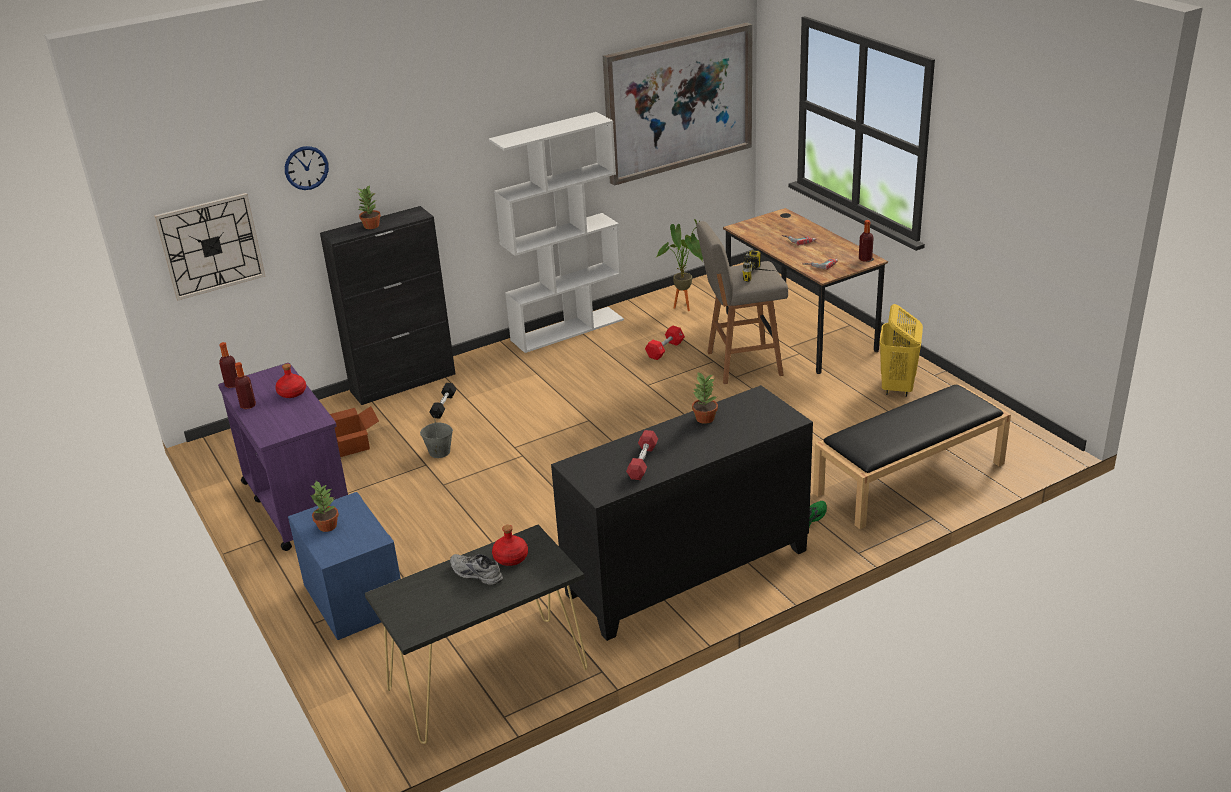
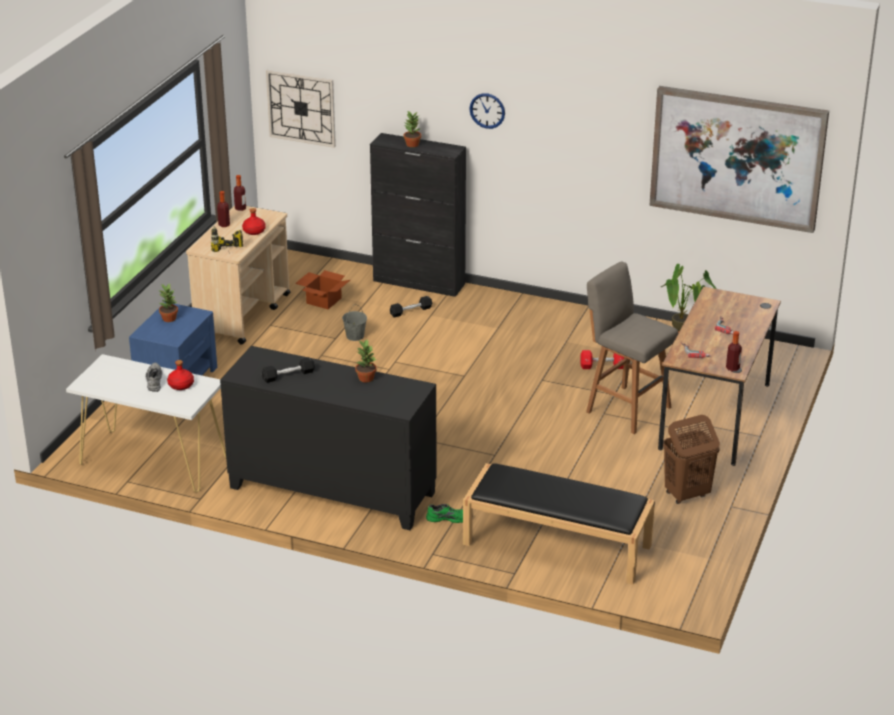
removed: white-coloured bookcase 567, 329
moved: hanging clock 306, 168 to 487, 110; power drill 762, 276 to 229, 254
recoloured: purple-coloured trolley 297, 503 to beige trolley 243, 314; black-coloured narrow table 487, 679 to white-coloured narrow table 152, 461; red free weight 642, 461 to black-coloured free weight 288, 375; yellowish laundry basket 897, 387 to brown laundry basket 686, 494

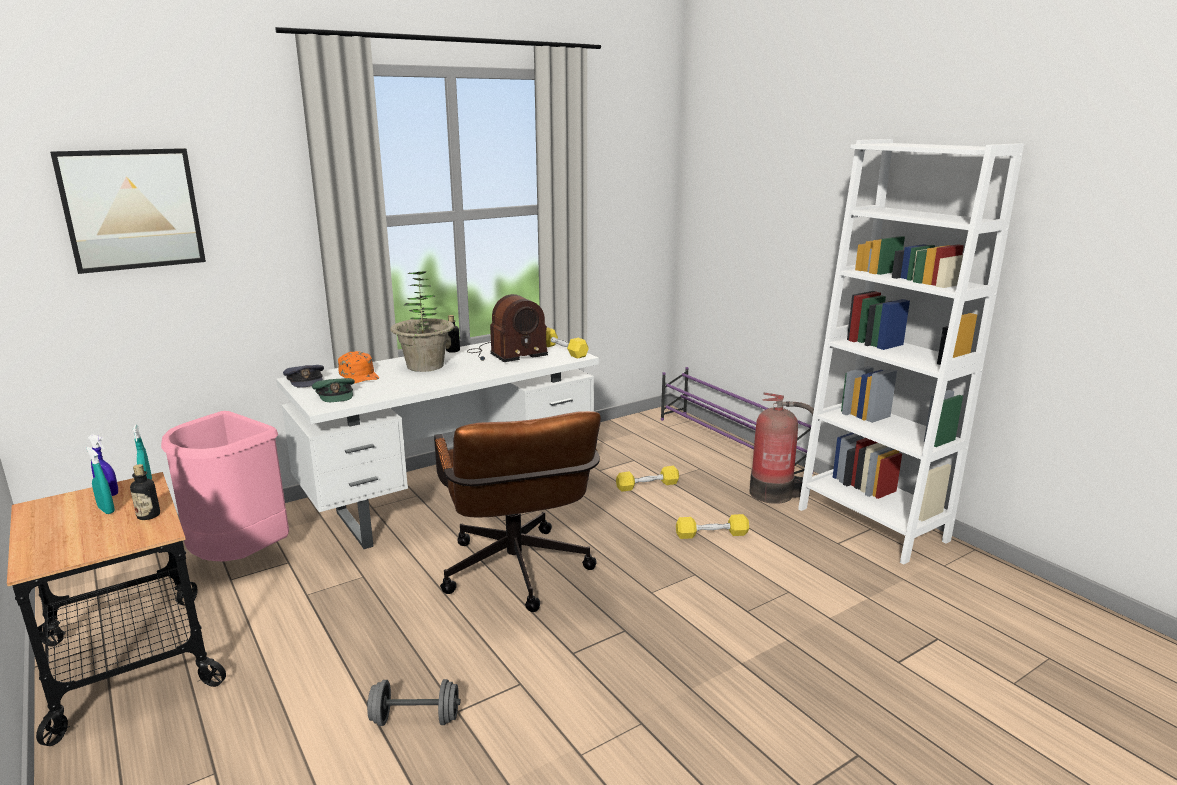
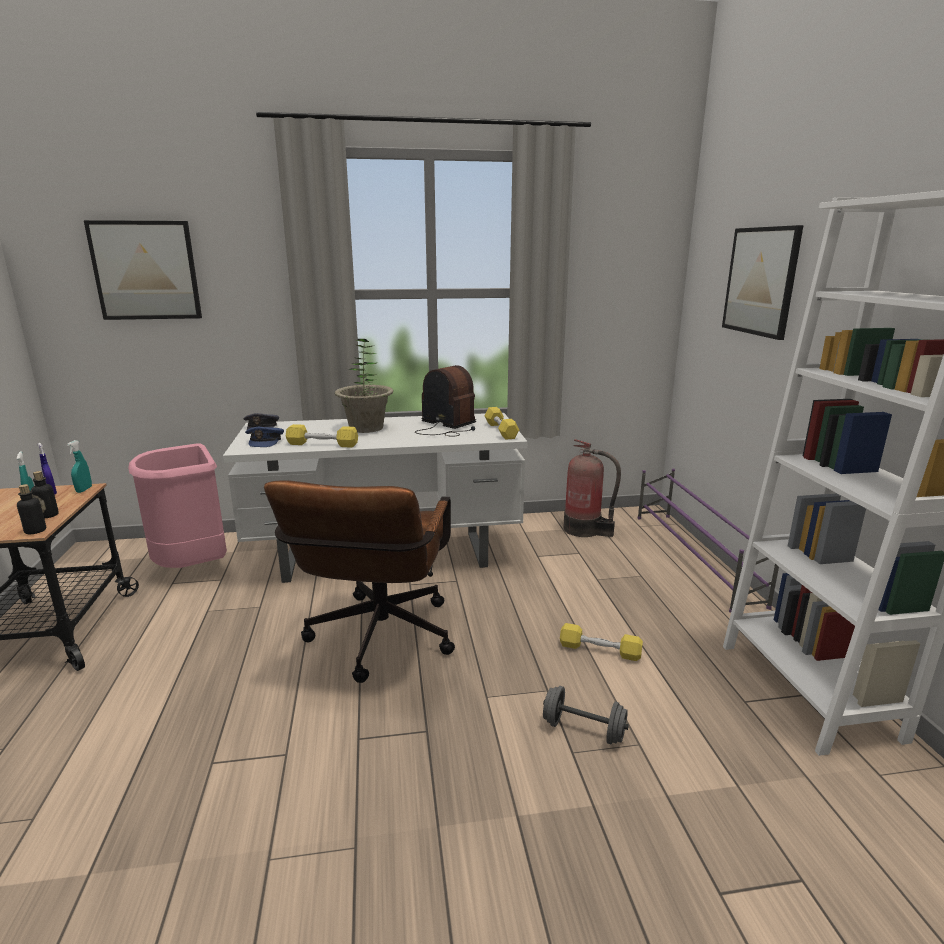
removed: orangey cap 359, 375
added: picture 760, 281
moved: grey free weight 415, 719 to 583, 730; drink bottle 453, 350 to 35, 531; yellowish free weight 647, 485 to 322, 444; fire-fighting cylinder 775, 493 to 585, 530
recoloured: green-coloured cap 335, 394 to blue cap 265, 441
turned: radio receiver 506, 354 = 446, 427 135 degrees counterclockwise

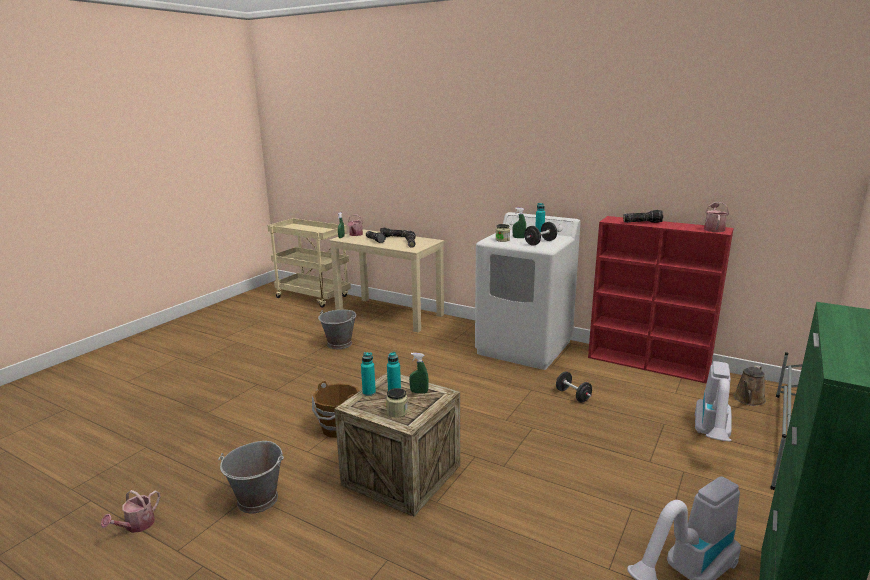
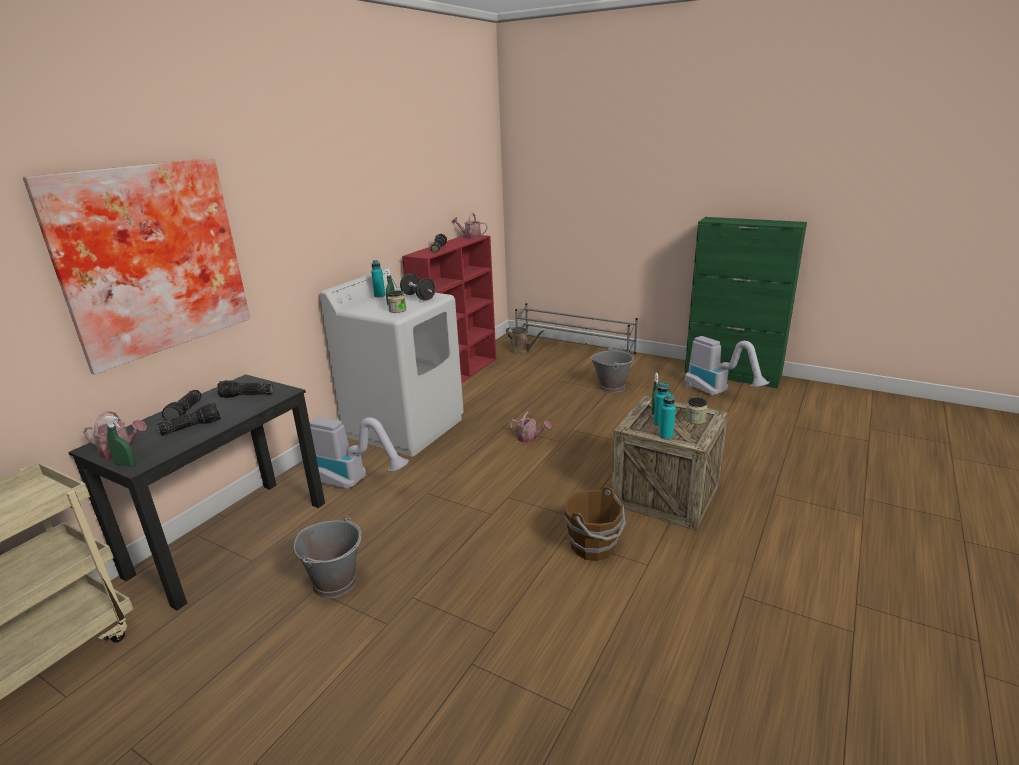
removed: black-coloured free weight 573, 395
added: picture 150, 259
moved: watering pot 136, 526 to 530, 438; grey pail 258, 500 to 611, 387; hoover 712, 436 to 356, 482
recoloured: beige desk table 389, 314 to black-coloured desk table 231, 537

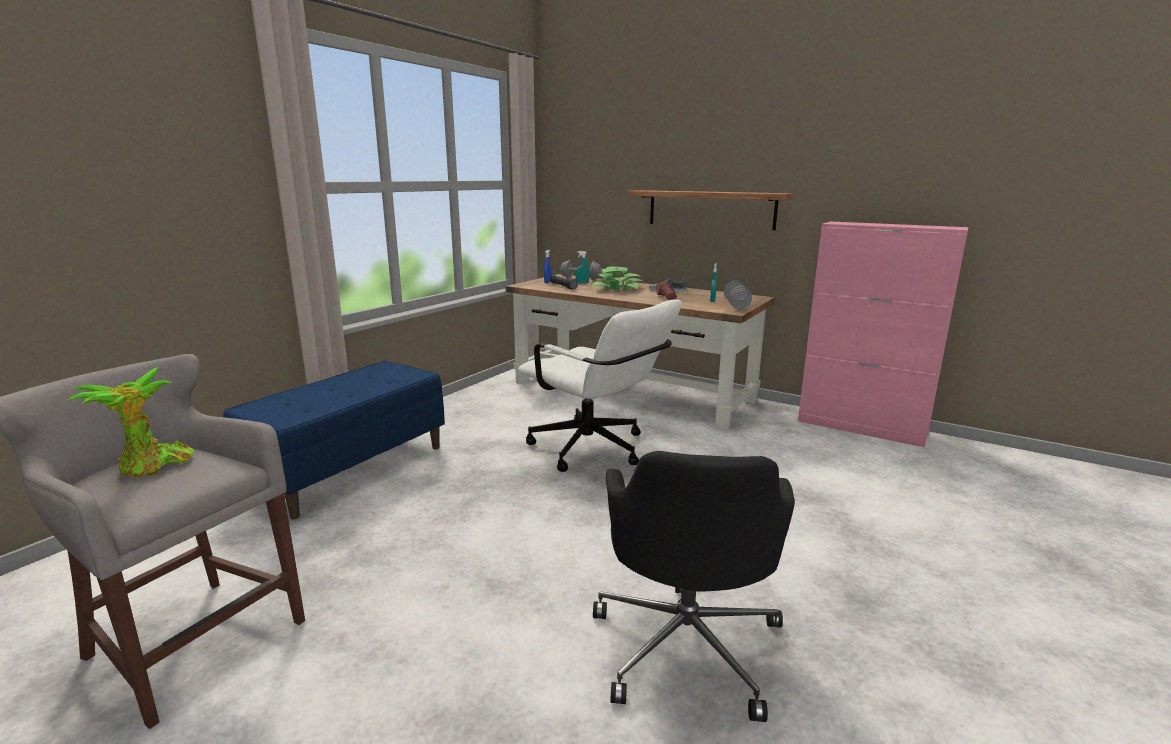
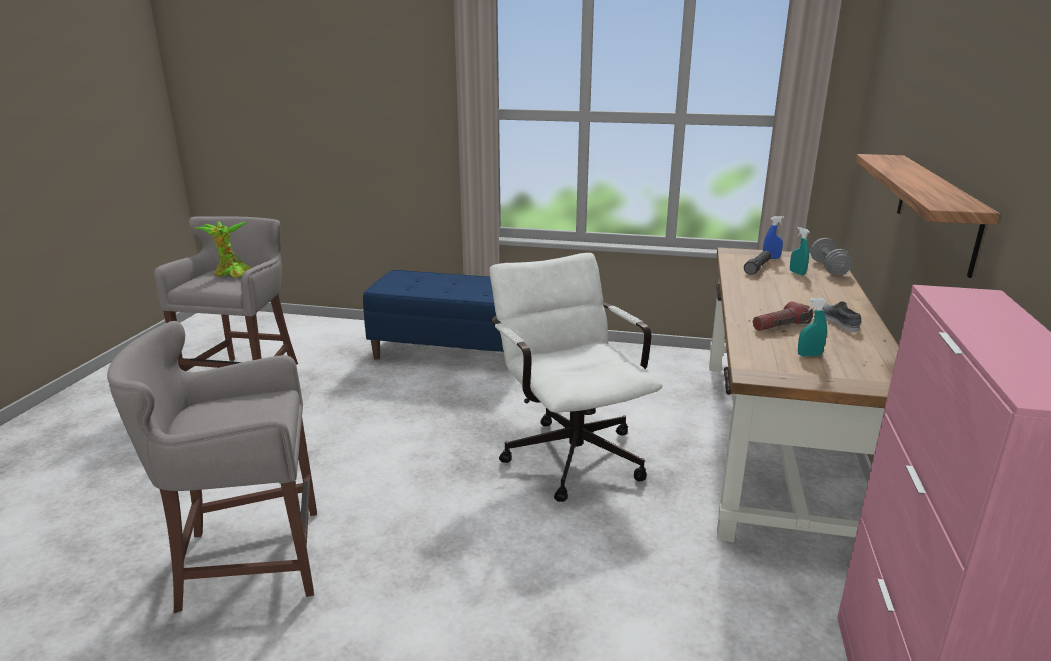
removed: houseplant 617, 289; grey free weight 736, 305
replaced: black-coloured computer chair 687, 643 to grey sitting stool 246, 560
turned: white-coloured computer chair 596, 451 = 569, 451 135 degrees clockwise

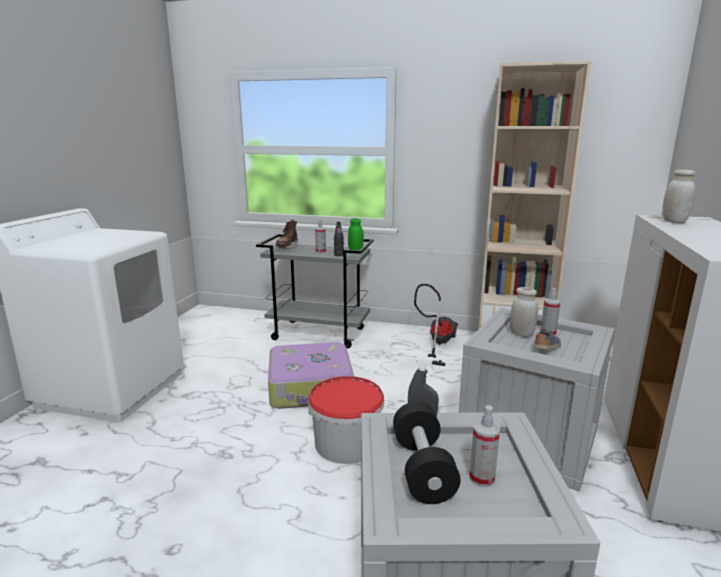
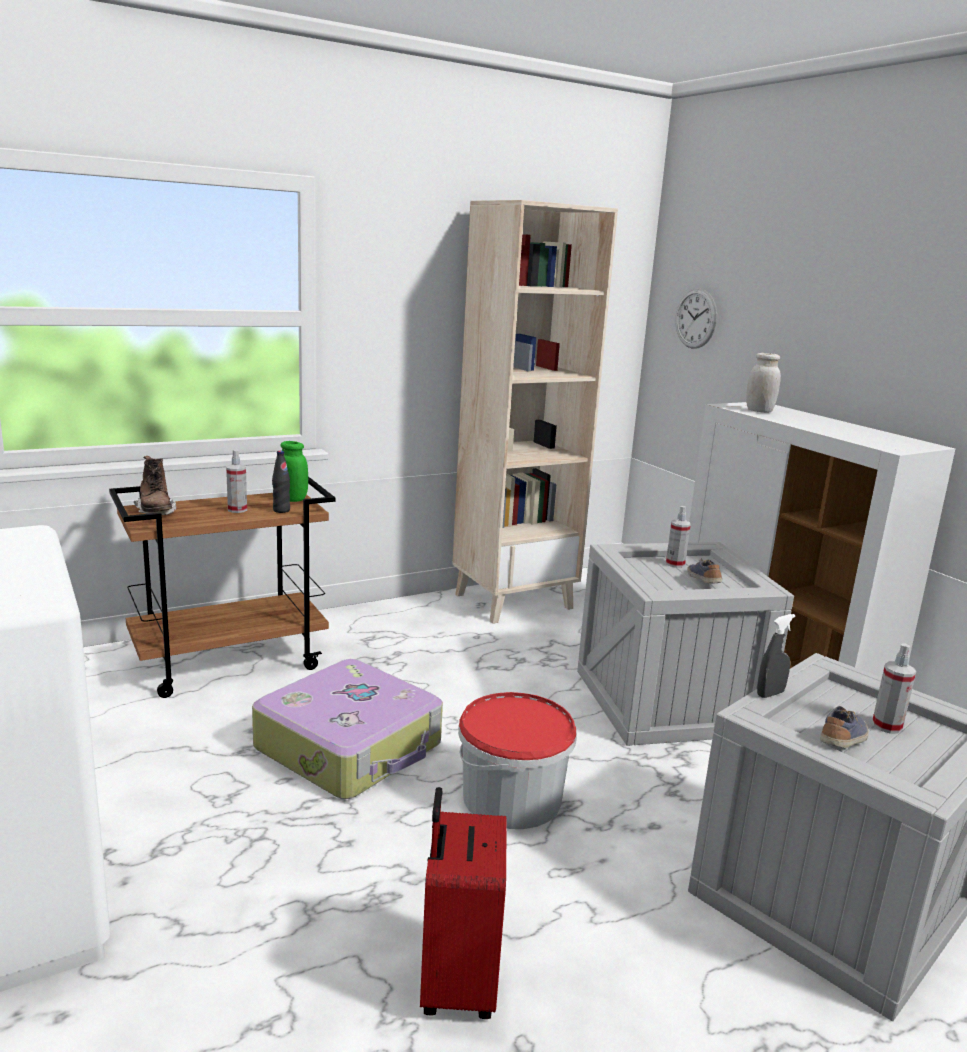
removed: hoover 436, 343; white-coloured jar 521, 334
added: red travel case 456, 982; hanging clock 696, 318
replaced: black-coloured free weight 422, 469 to item of footwear 843, 741
recoloured: grey trolley 319, 334 to brown trolley 231, 662

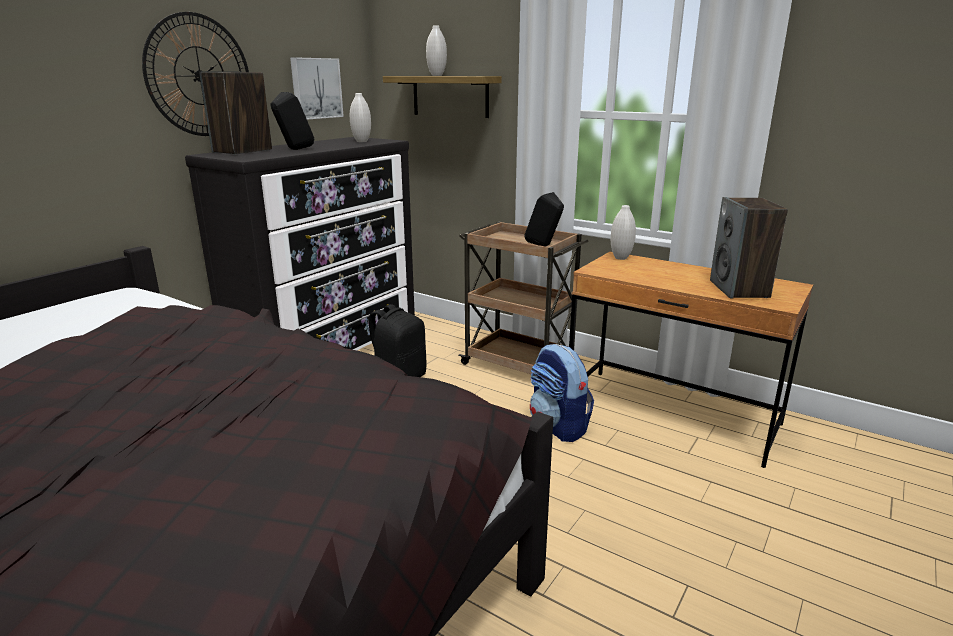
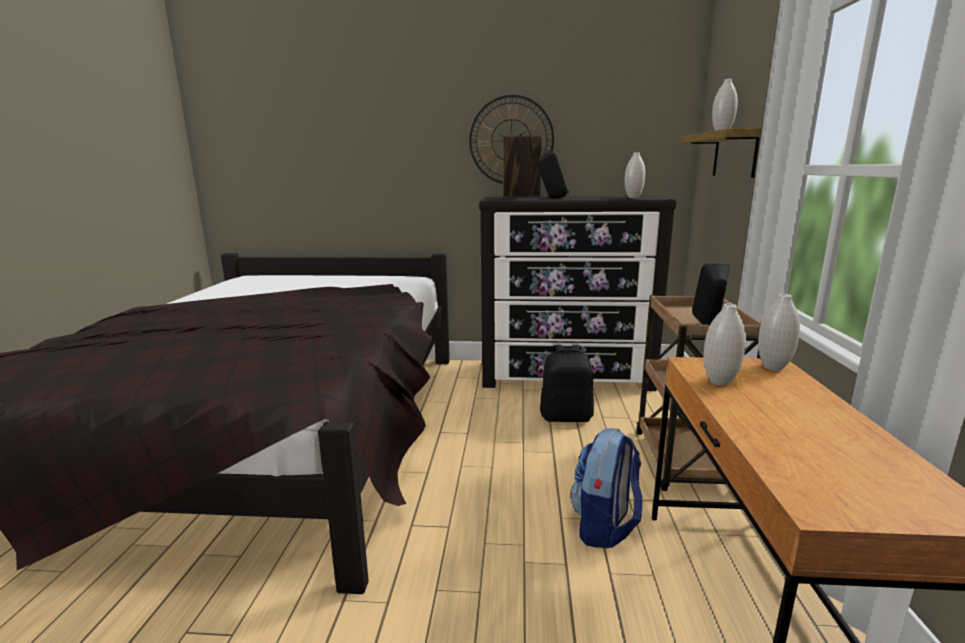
removed: picture 315, 88; speaker 739, 289
added: white-coloured vase 719, 382

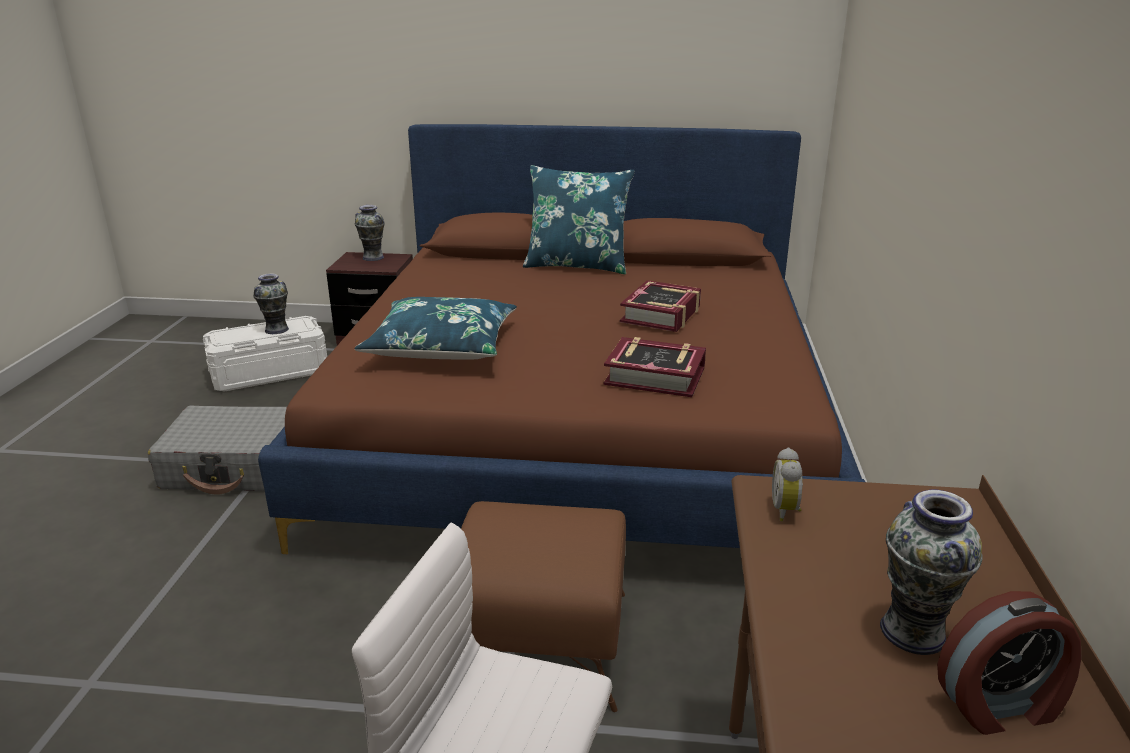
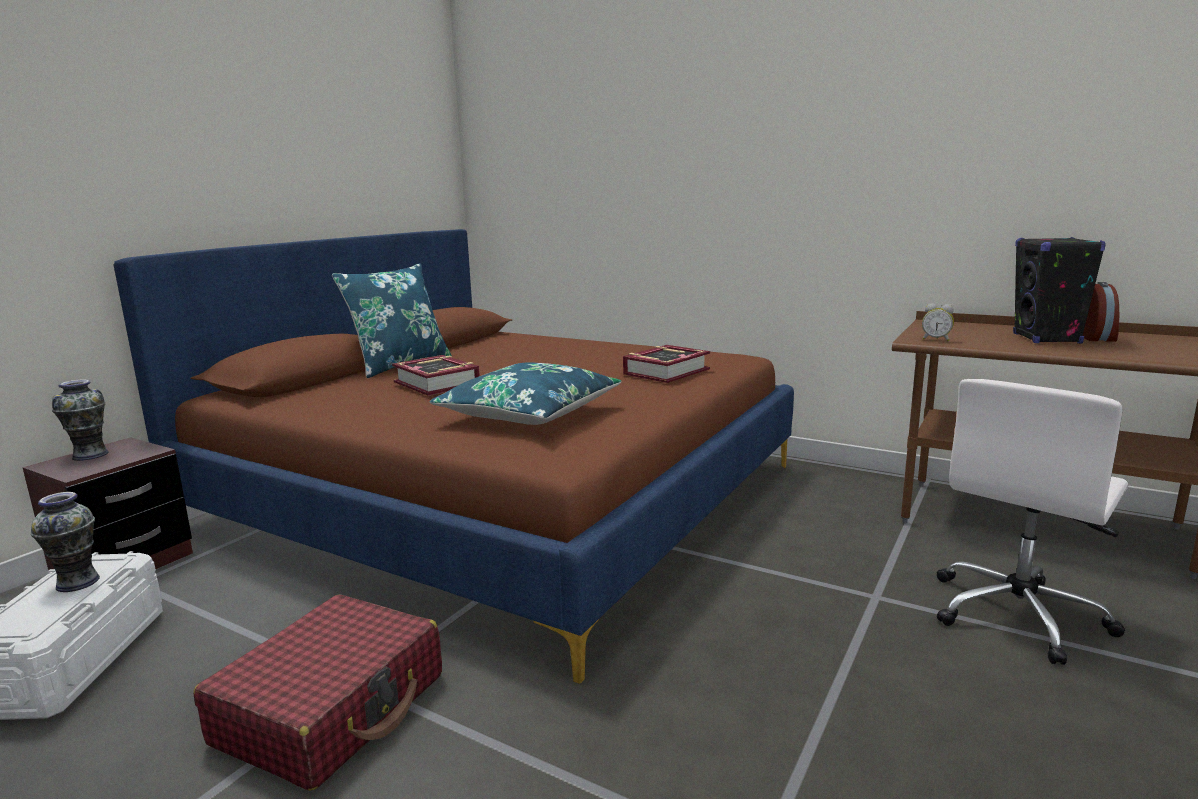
removed: brown ottoman 541, 642
moved: book 661, 314 to 437, 383
replaced: vase 911, 632 to black-coloured speaker 1046, 339
recoloured: grey travel case 237, 466 to red travel case 333, 708

